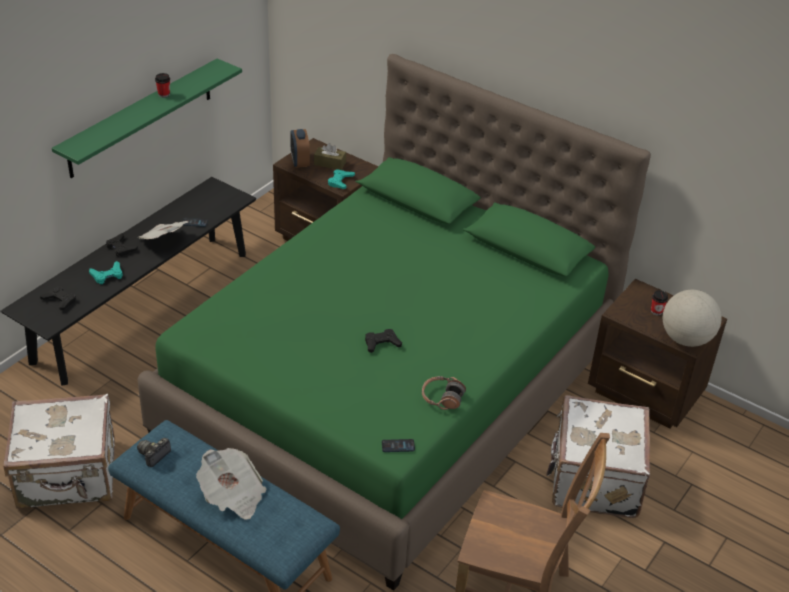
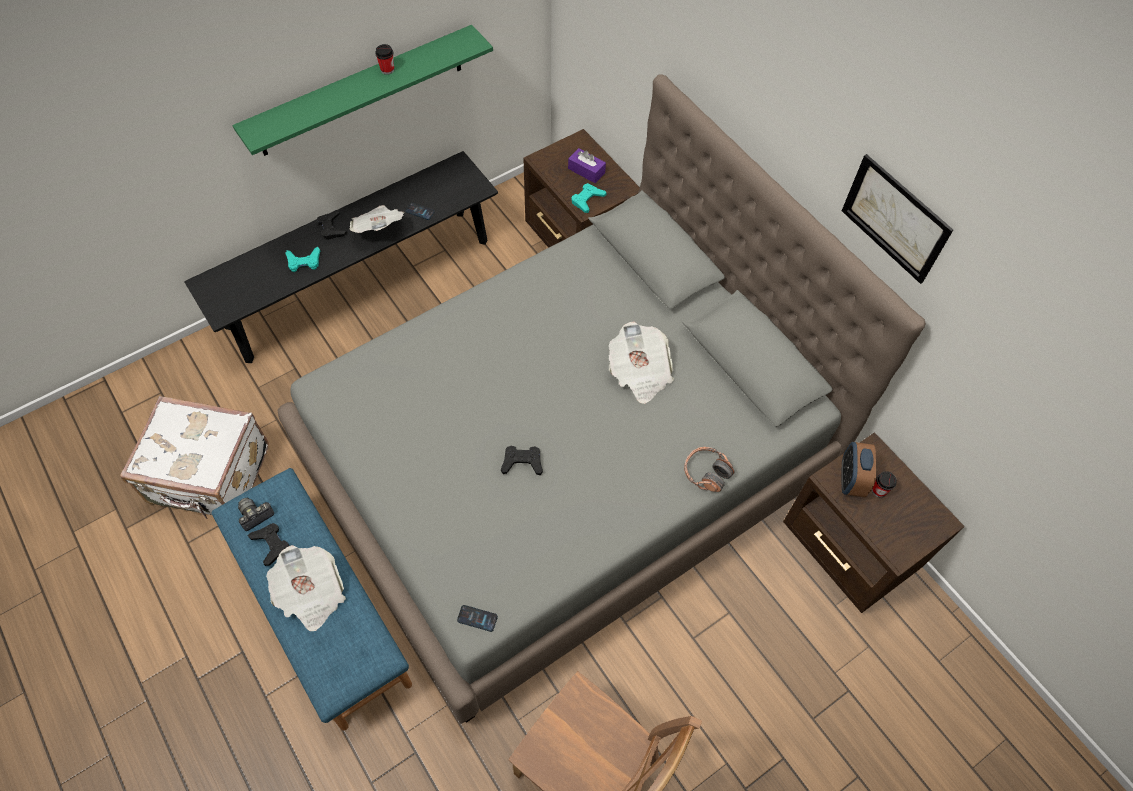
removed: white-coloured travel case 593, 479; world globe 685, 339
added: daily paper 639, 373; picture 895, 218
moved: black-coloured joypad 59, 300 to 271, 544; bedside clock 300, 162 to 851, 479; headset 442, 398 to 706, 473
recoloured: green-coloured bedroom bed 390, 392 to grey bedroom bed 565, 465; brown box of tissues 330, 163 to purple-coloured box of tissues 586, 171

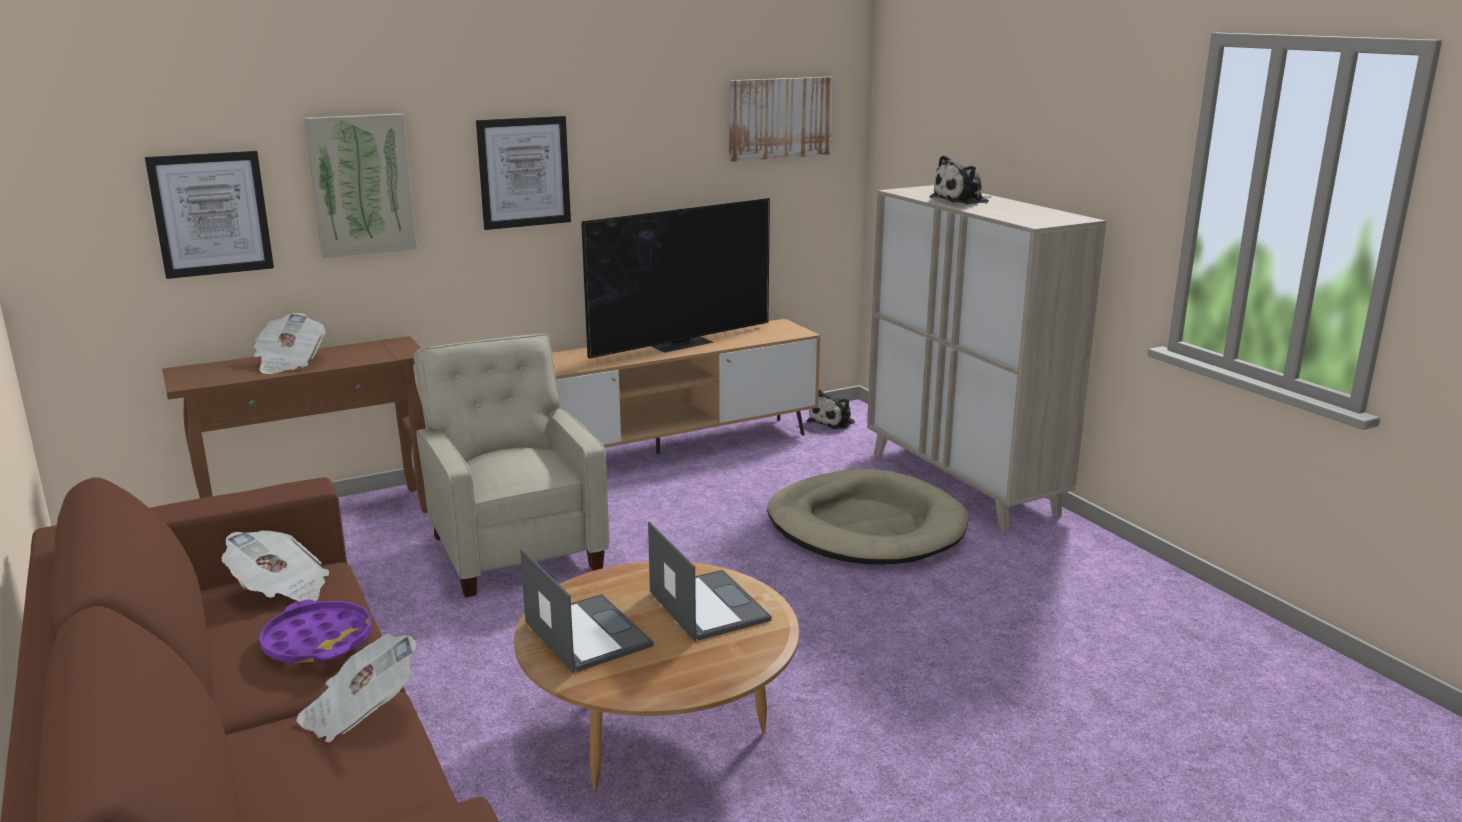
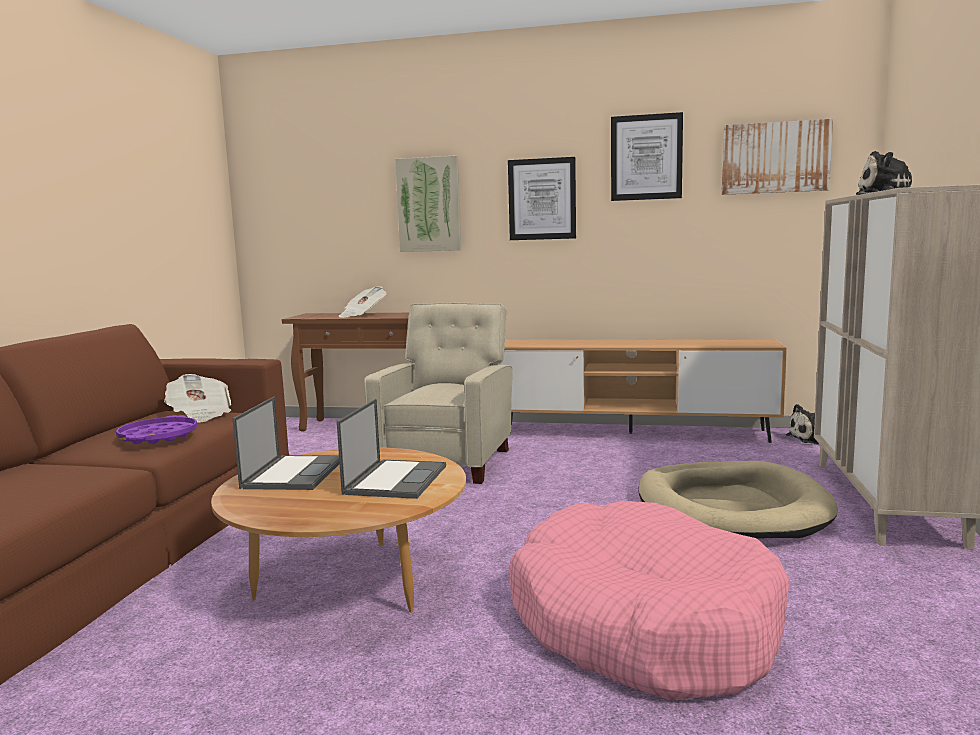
removed: daily paper 360, 713; TV set 681, 343
added: pinkish pet bed 642, 624
moved: picture 211, 214 to 646, 157

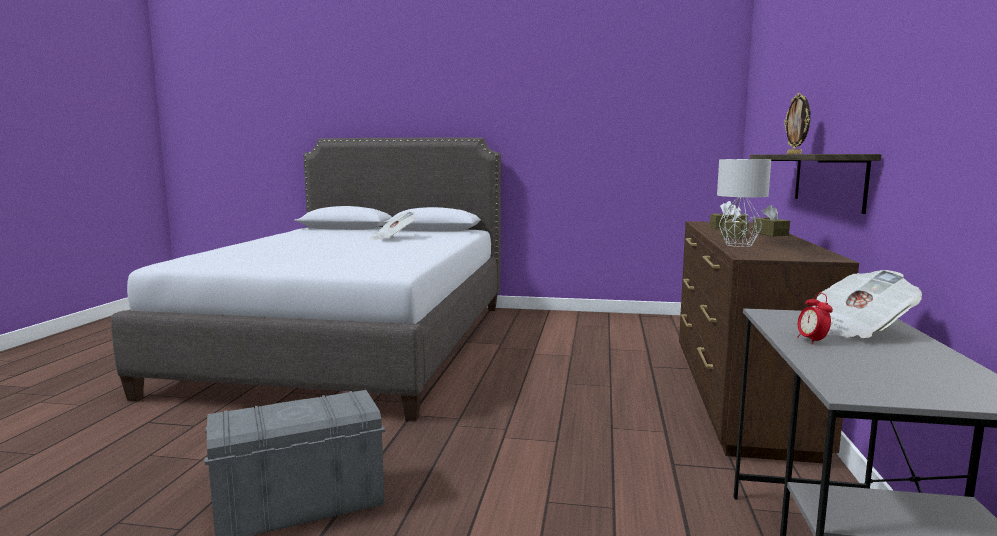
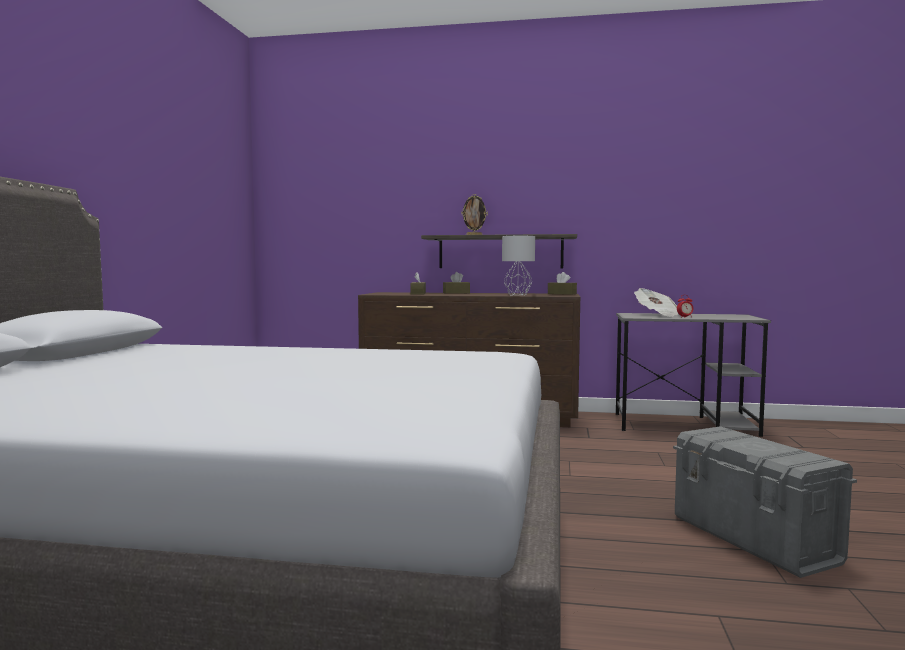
removed: daily paper 393, 238
moved: brown box of tissues 735, 236 to 562, 294

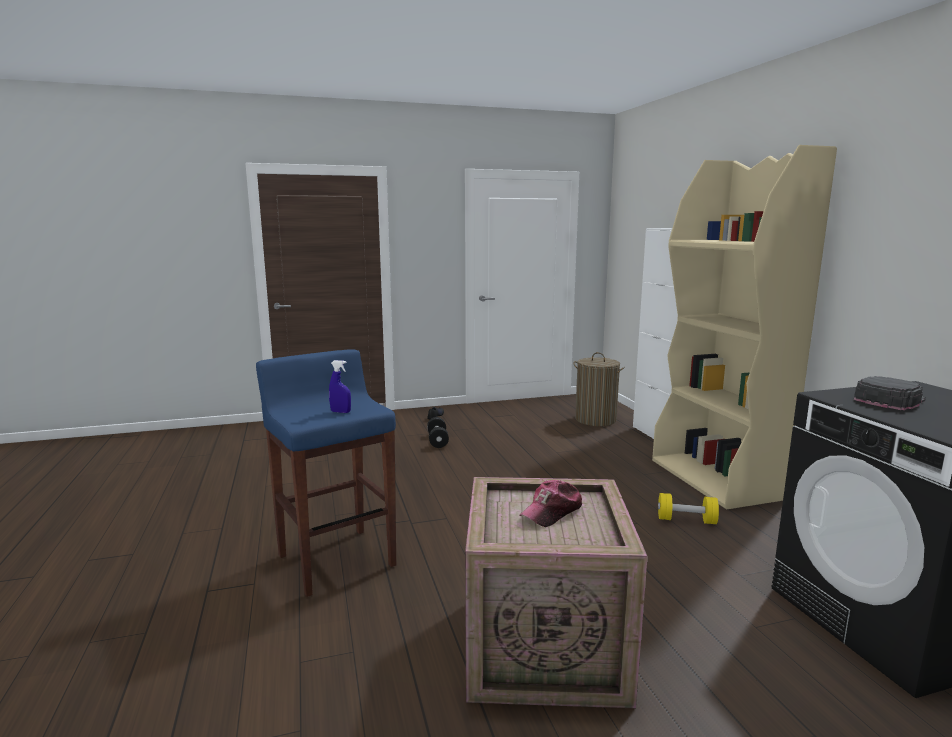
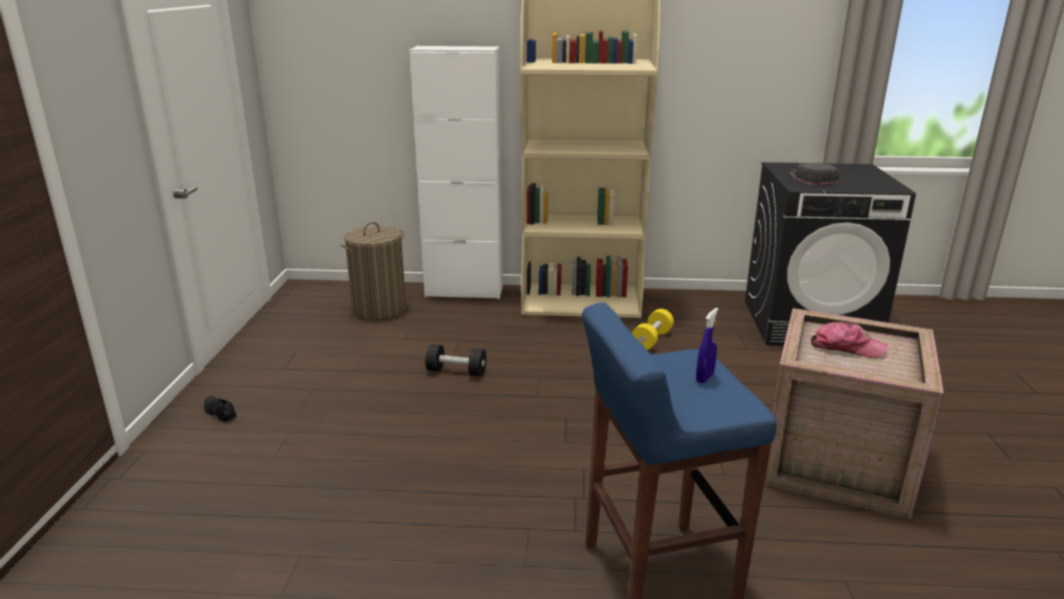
moved: black-coloured free weight 437, 441 to 456, 371
turned: cap 552, 511 = 846, 348 45 degrees counterclockwise

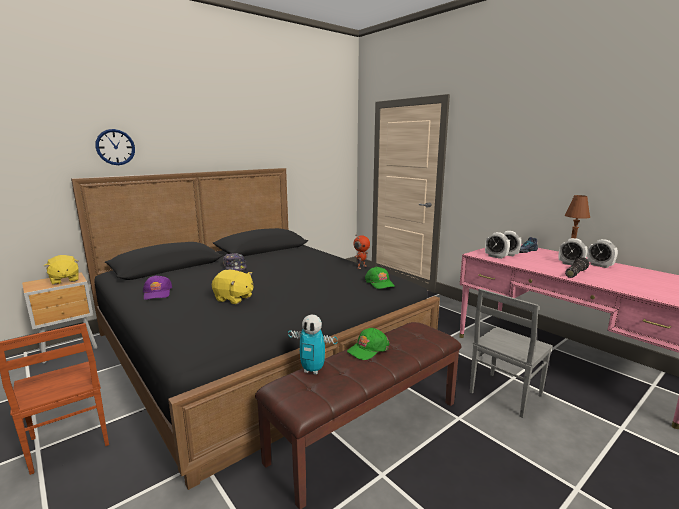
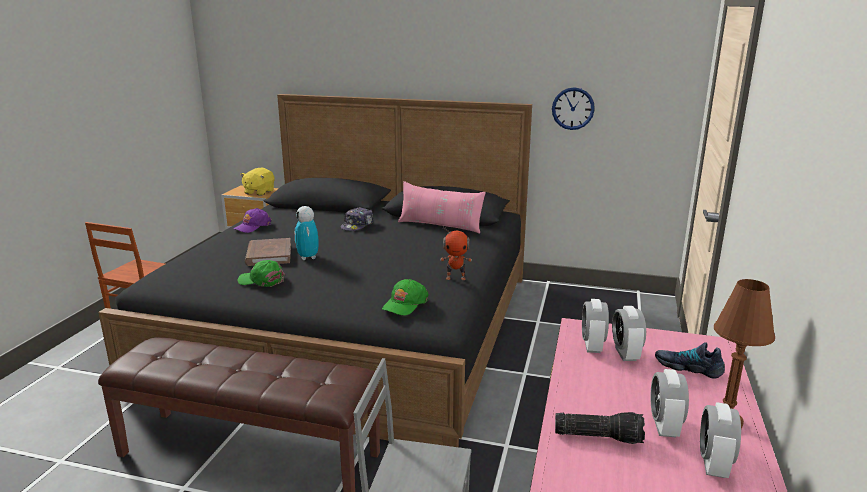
added: pinkish throw pillow 440, 226
moved: hanging clock 115, 147 to 573, 108; toy robot 313, 370 to 308, 257; green-coloured cap 368, 349 to 262, 280
replaced: yellowish plush toy 234, 298 to brown book 269, 255

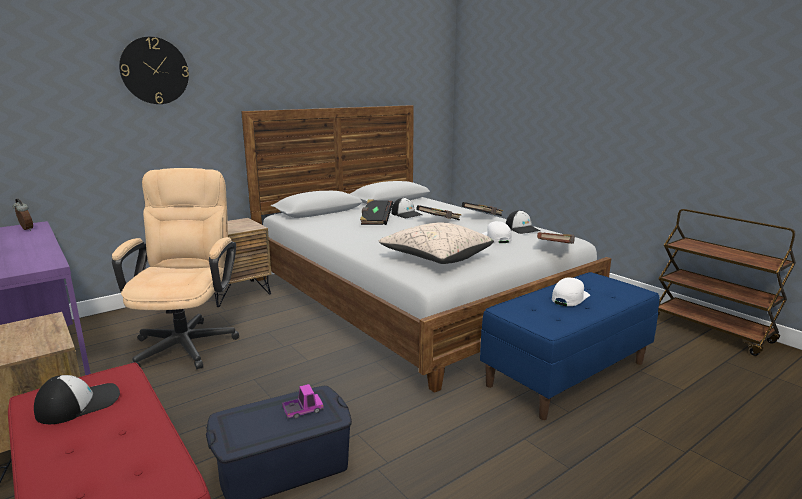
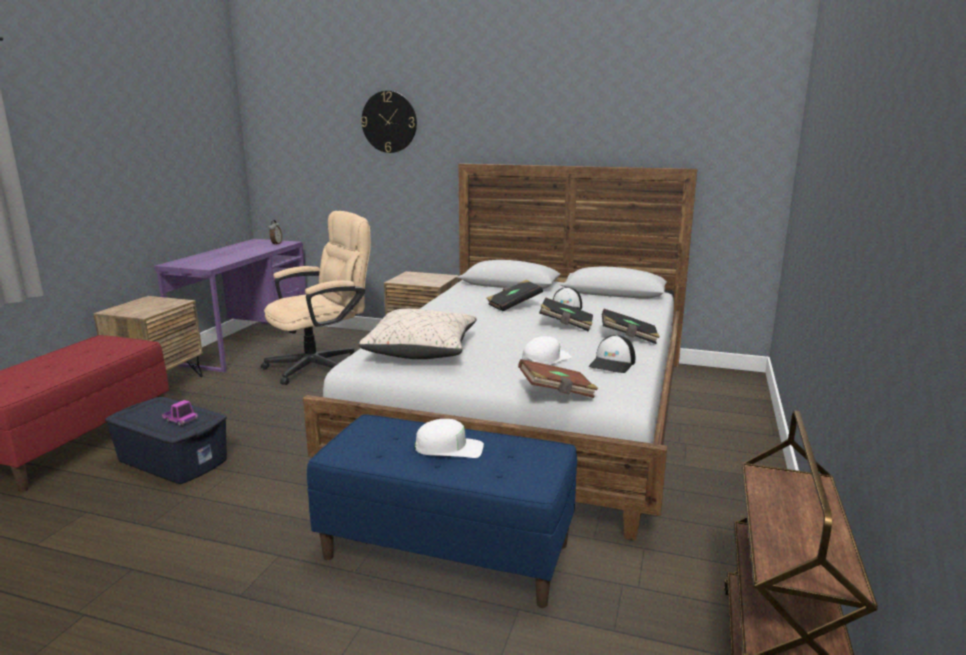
removed: cap 79, 403

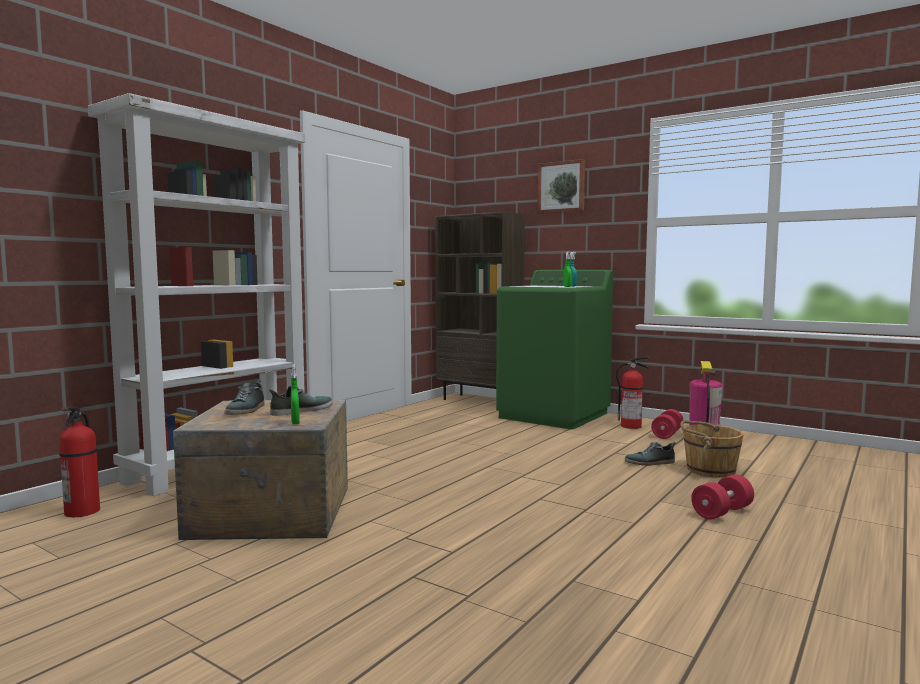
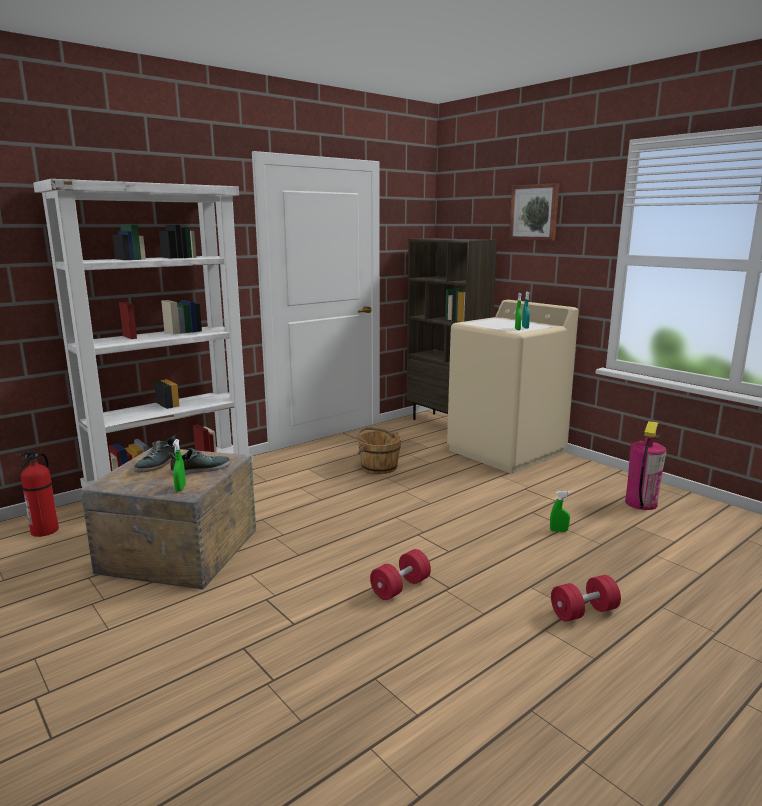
removed: fire-fighting cylinder 631, 426
moved: red free weight 667, 434 to 400, 587; brown pail 709, 470 to 379, 467
replaced: item of footwear 650, 462 to green-coloured sprayer 558, 531
recoloured: green-coloured washing machine 554, 415 to beige washing machine 506, 451

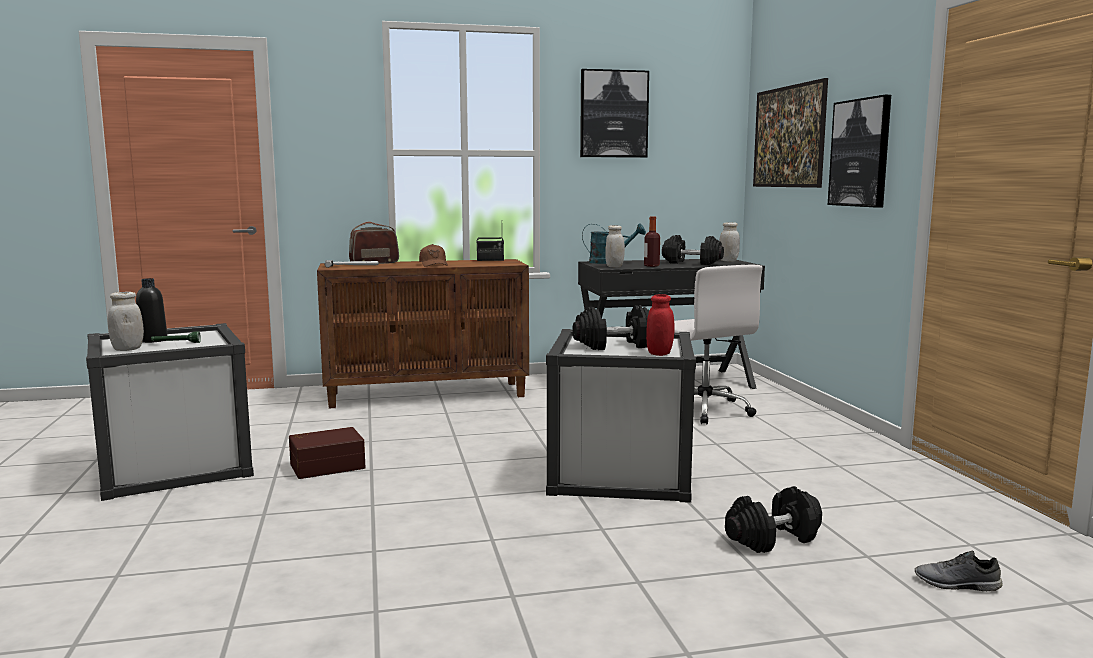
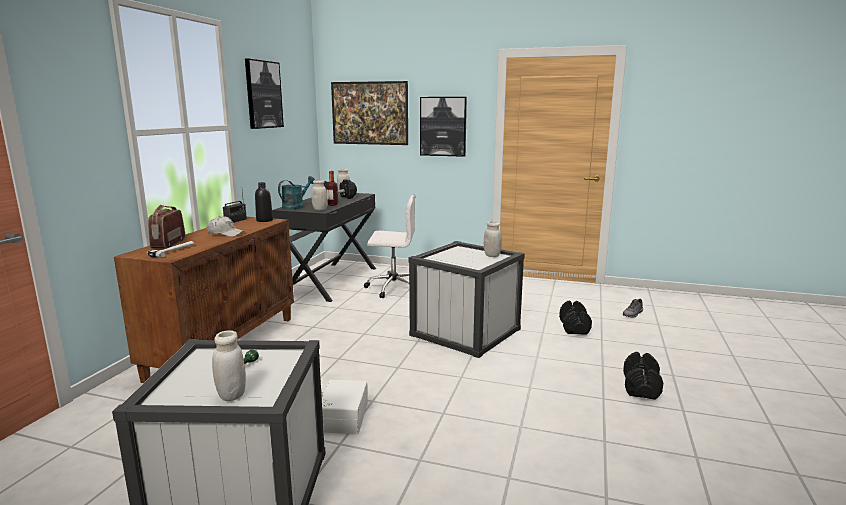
moved: black-coloured drink bottle 153, 340 to 264, 220; black-coloured free weight 616, 345 to 641, 387
recoloured: brown storage bin 327, 465 to white-coloured storage bin 342, 416; brown cap 433, 264 to white-coloured cap 225, 233; red jar 659, 353 to white-coloured jar 492, 255

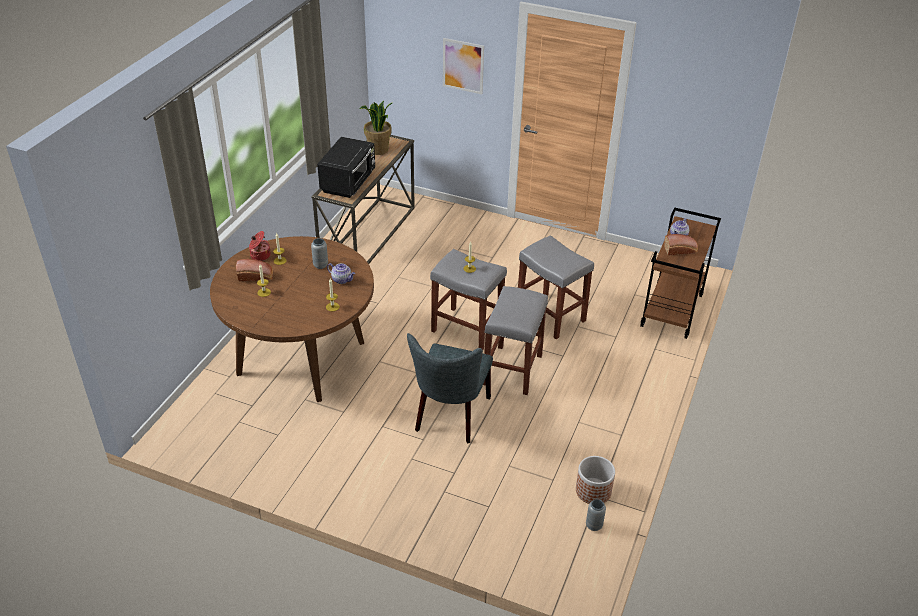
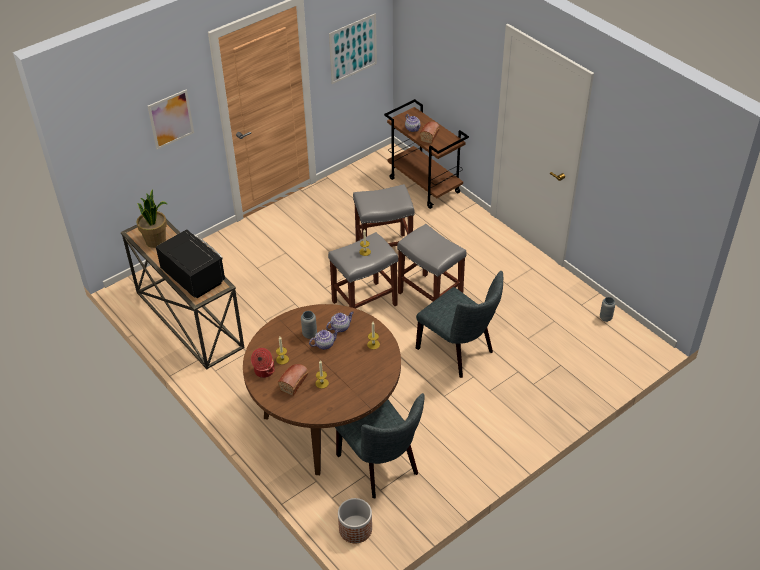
added: teapot 325, 344; picture 353, 48; grey plain chair 381, 467
moved: planter 593, 491 to 355, 529

